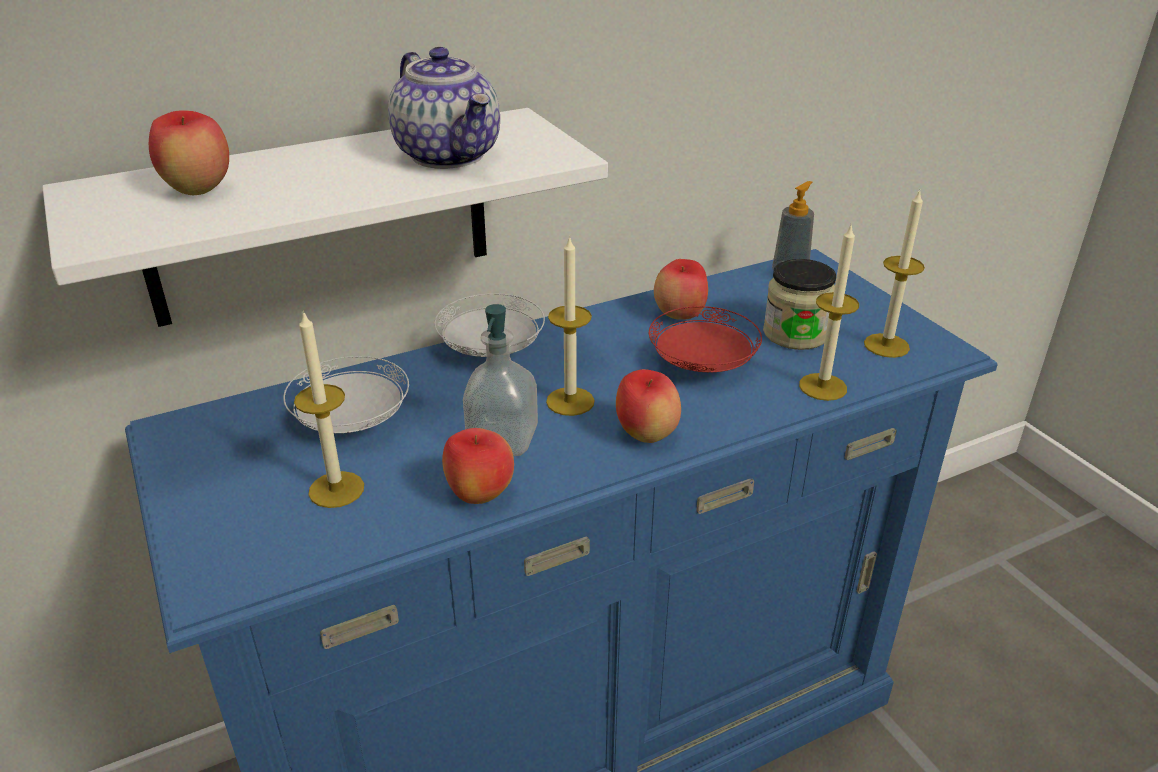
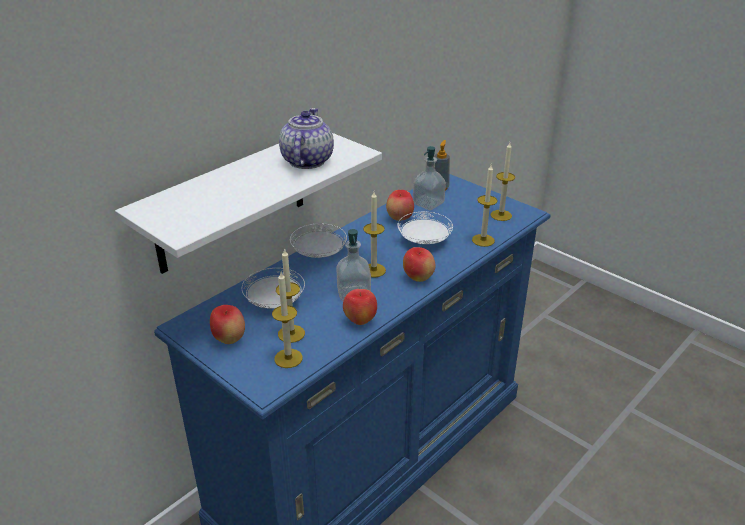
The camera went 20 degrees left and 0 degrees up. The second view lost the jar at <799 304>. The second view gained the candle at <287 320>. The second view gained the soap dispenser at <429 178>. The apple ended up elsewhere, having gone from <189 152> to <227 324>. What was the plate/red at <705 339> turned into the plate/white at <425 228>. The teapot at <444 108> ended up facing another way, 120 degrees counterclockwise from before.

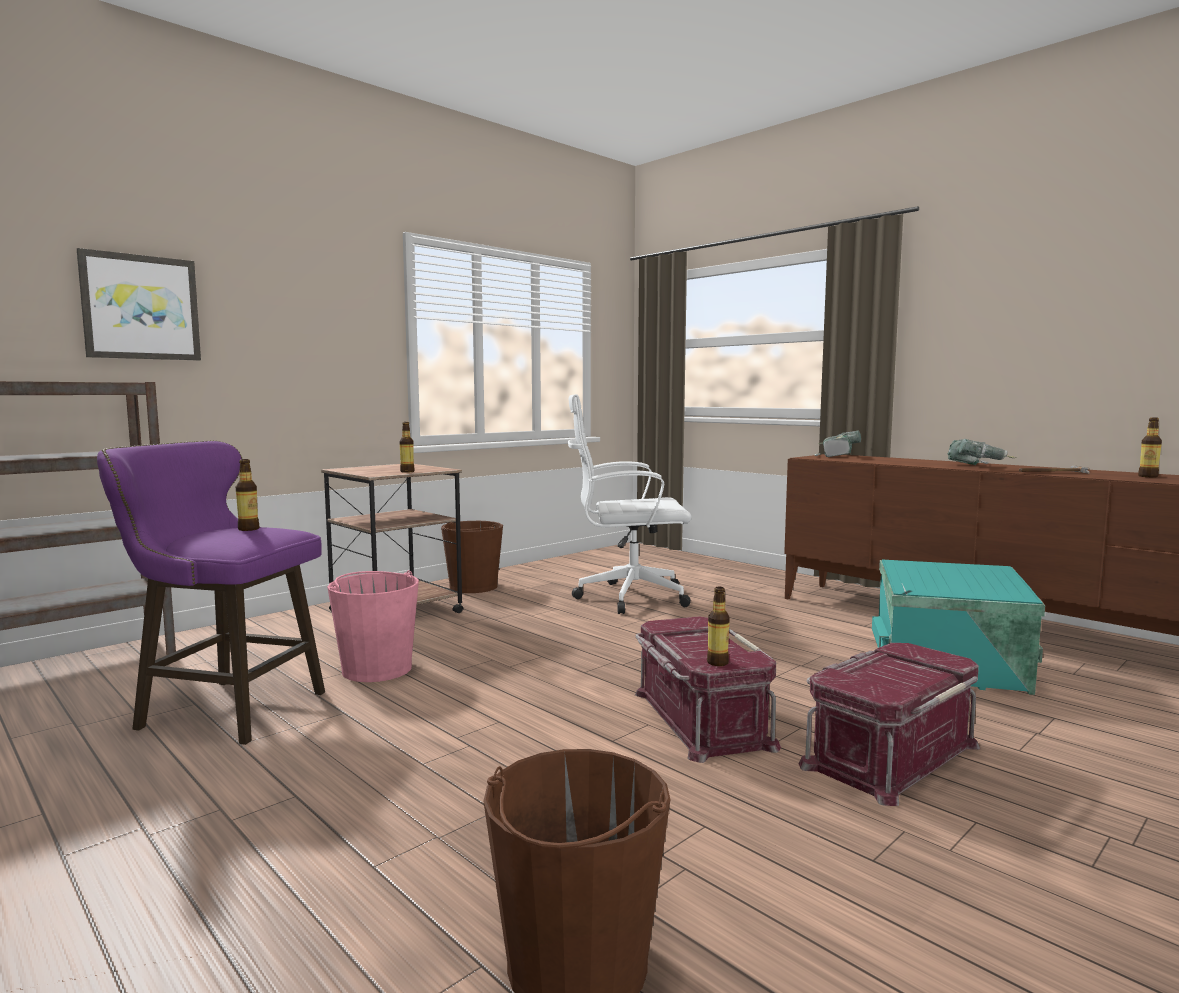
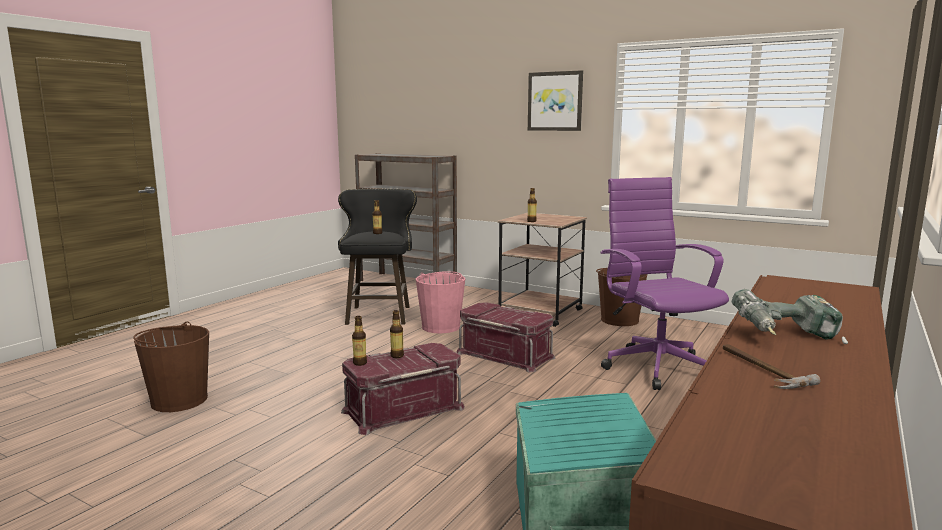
The camera went 75 degrees right and 5 degrees up. The second view lost the power drill at <837 443>. The picture ended up elsewhere, having gone from <139 304> to <555 100>. The storage box/red ended up elsewhere, having gone from <889 724> to <506 337>. The bottle ended up elsewhere, having gone from <1150 447> to <397 334>. What was the stool/purple at <211 593> turned into the stool/black at <377 257>. What was the office chair/white at <630 504> turned into the office chair/purple at <664 283>.

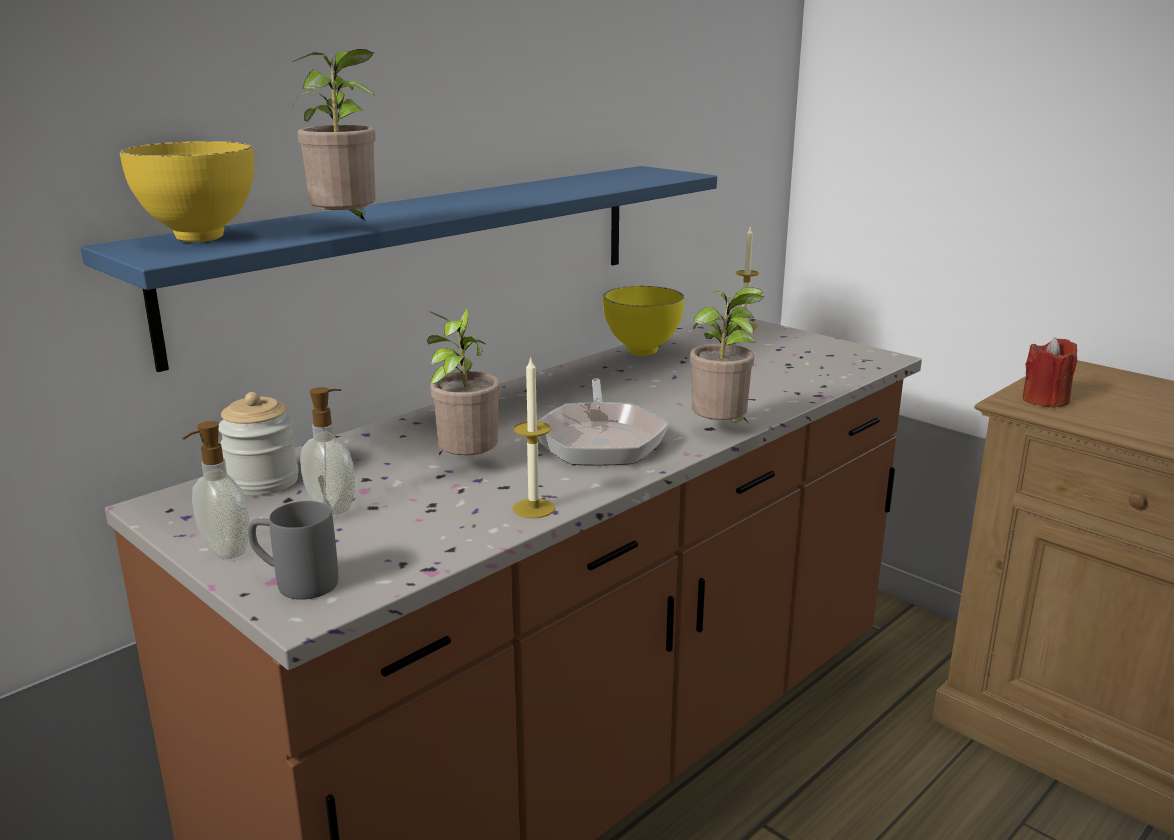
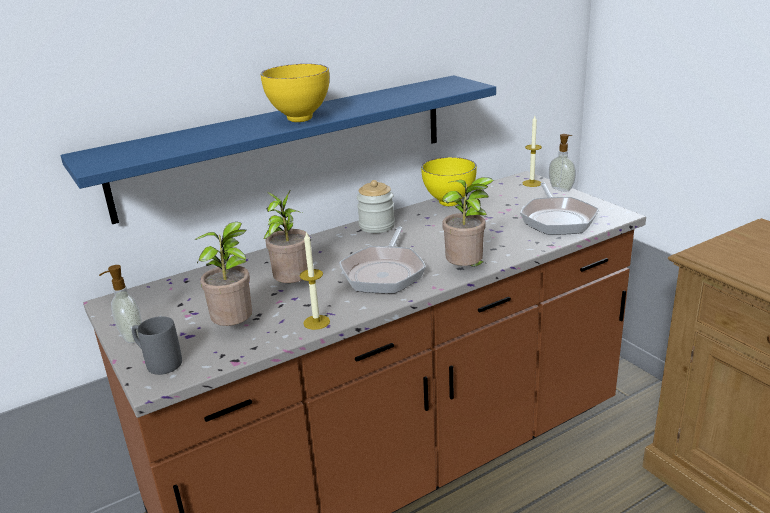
The camera went 15 degrees right and 5 degrees up. The second view lost the candle/red at <1049 372>. The second view gained the frying pan at <559 208>. The bowl/yellow ended up elsewhere, having gone from <187 191> to <295 93>. The jar ended up elsewhere, having gone from <259 444> to <376 206>. The potted plant ended up elsewhere, having gone from <334 135> to <223 274>. The soap dispenser ended up elsewhere, having gone from <327 450> to <562 163>.

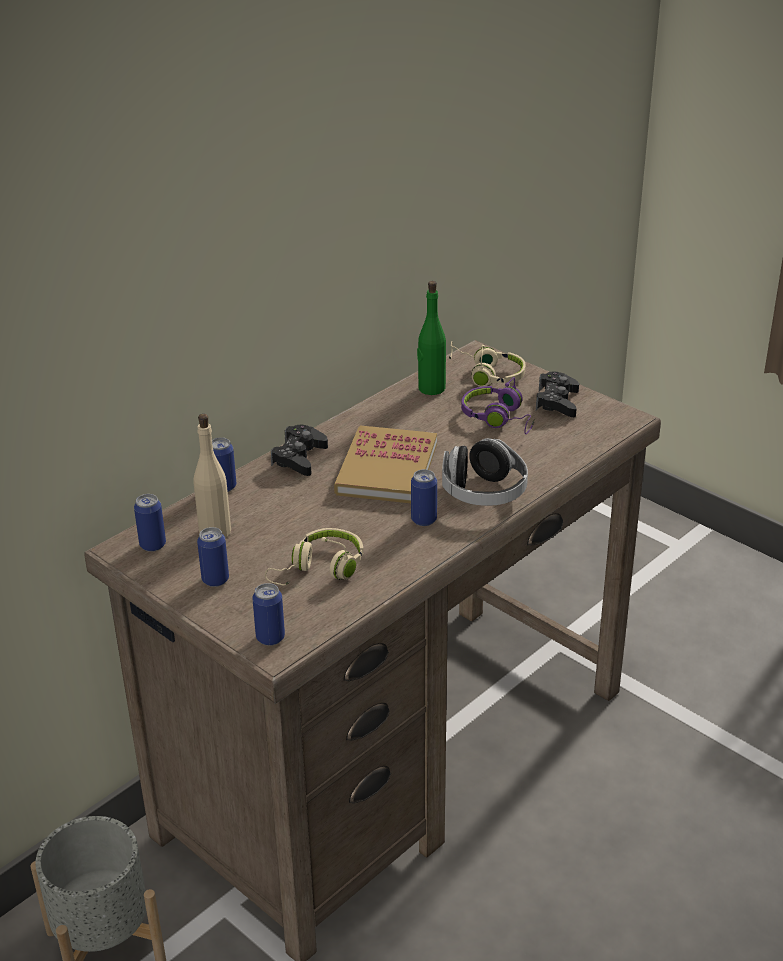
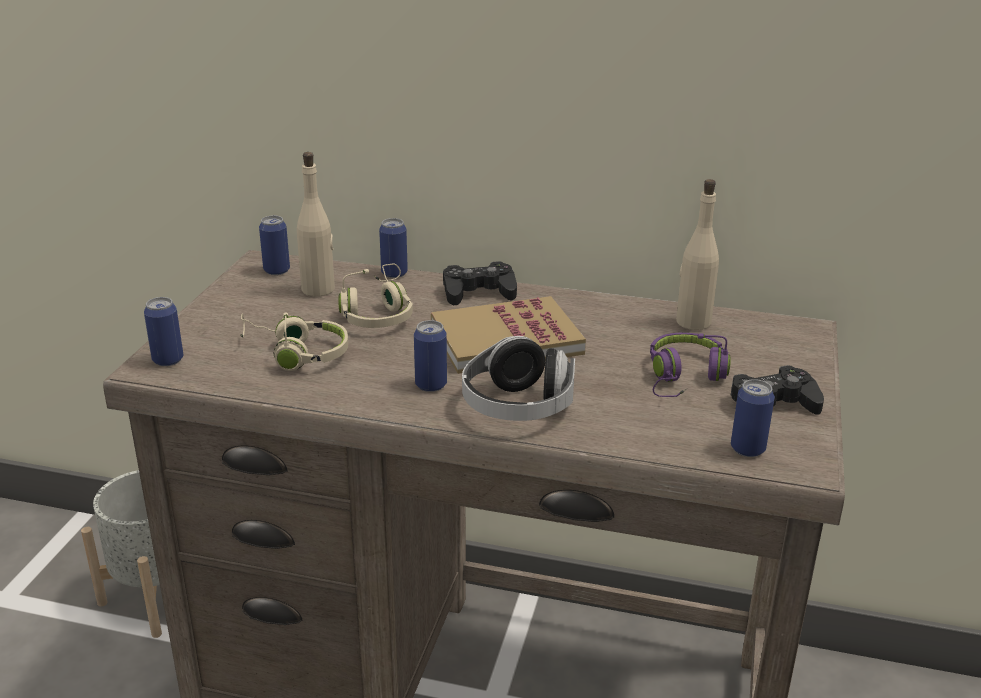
The camera went 60 degrees right and 5 degrees down. The can ended up elsewhere, having gone from <213 557> to <753 418>. The headphones/beige ended up elsewhere, having gone from <487 364> to <375 296>. What was the bottle/green at <431 338> turned into the bottle/beige at <697 254>.

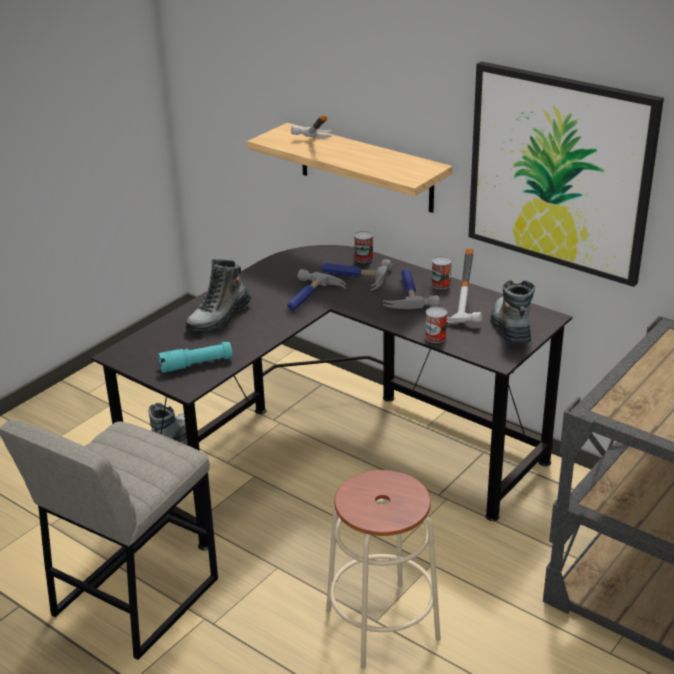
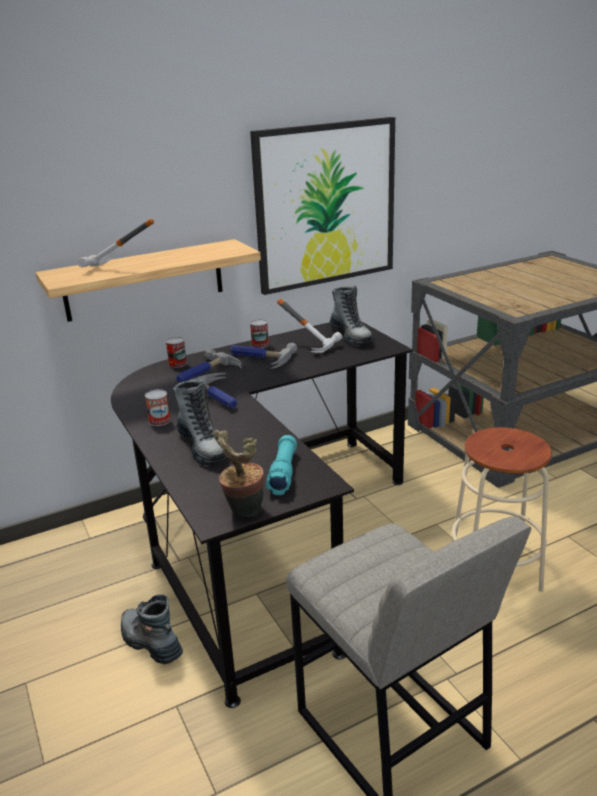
The camera went 65 degrees left and 5 degrees down. The second view gained the potted plant at <238 473>. The can ended up elsewhere, having gone from <436 325> to <158 407>. The boot at <513 312> ended up facing another way, 135 degrees counterclockwise from before.

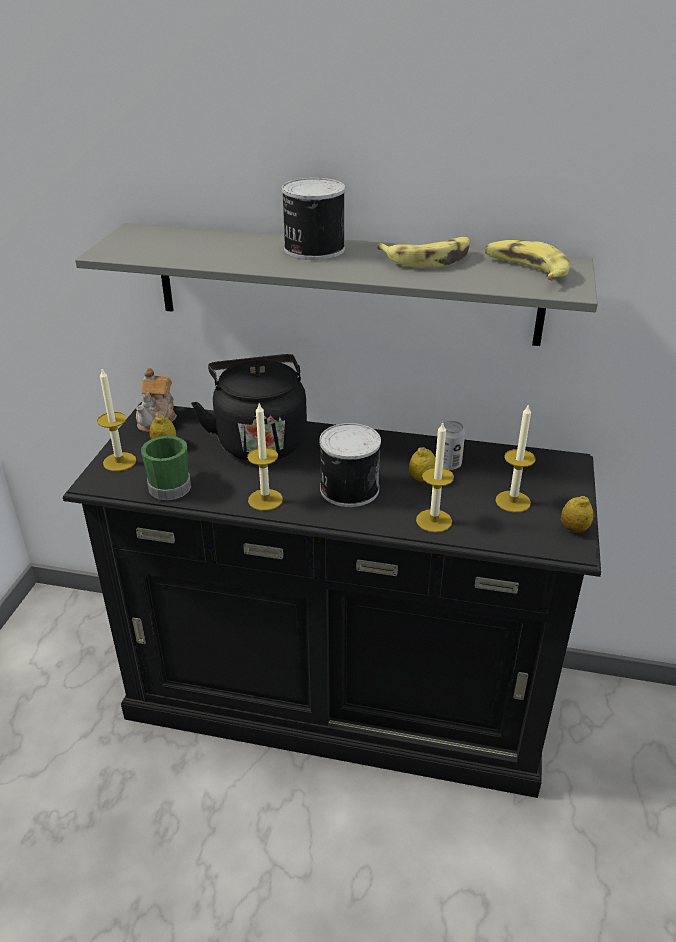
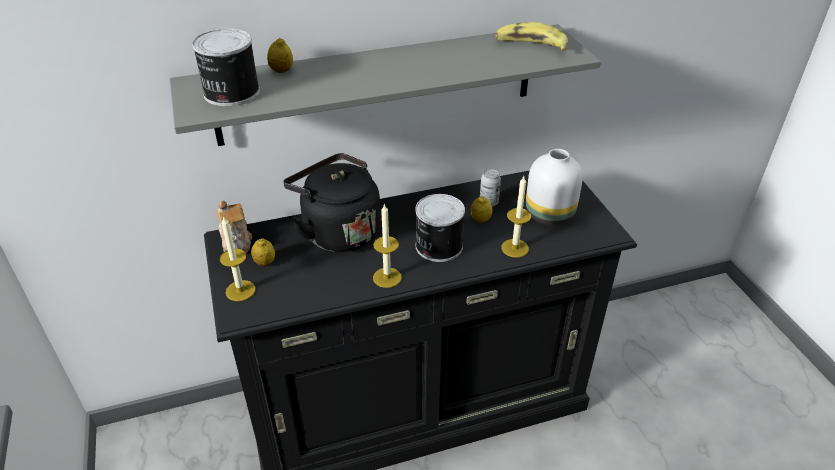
The camera went 30 degrees left and 5 degrees up. The second view lost the mug/green at <166 468>. The second view lost the banana at <423 252>. The can ended up elsewhere, having gone from <313 219> to <226 67>. The lemon ended up elsewhere, having gone from <577 514> to <280 55>. Where the candle stood at <515 457>, the vase/white came to stand at <554 187>.

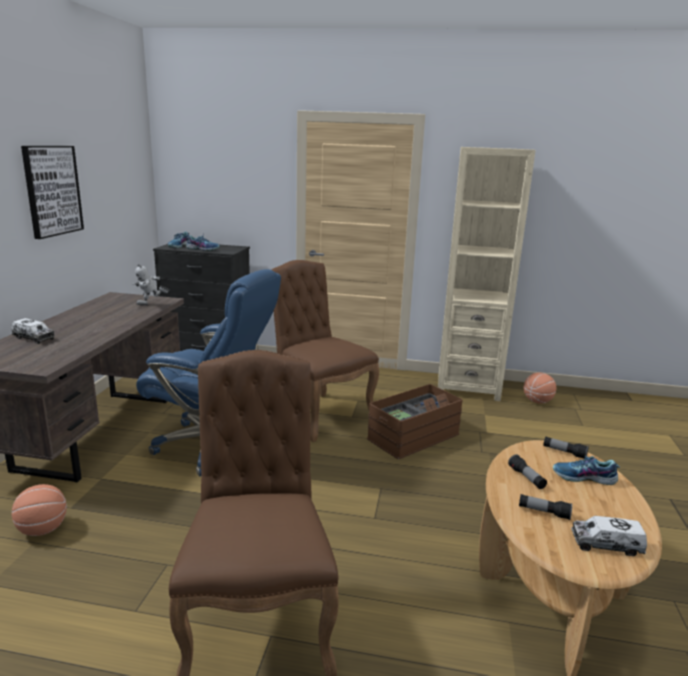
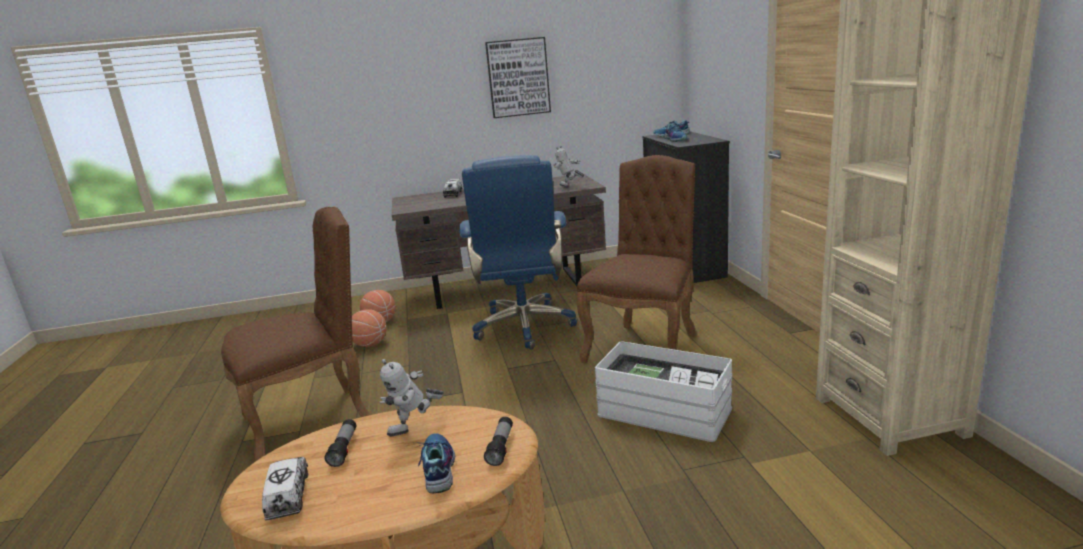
The camera went 70 degrees right and 0 degrees up. The basketball ended up elsewhere, having gone from <539 387> to <369 328>. Where the flashlight stood at <527 471>, the toy robot came to stand at <411 397>. What was the storage box/brown at <414 421> turned into the storage box/white at <663 391>.

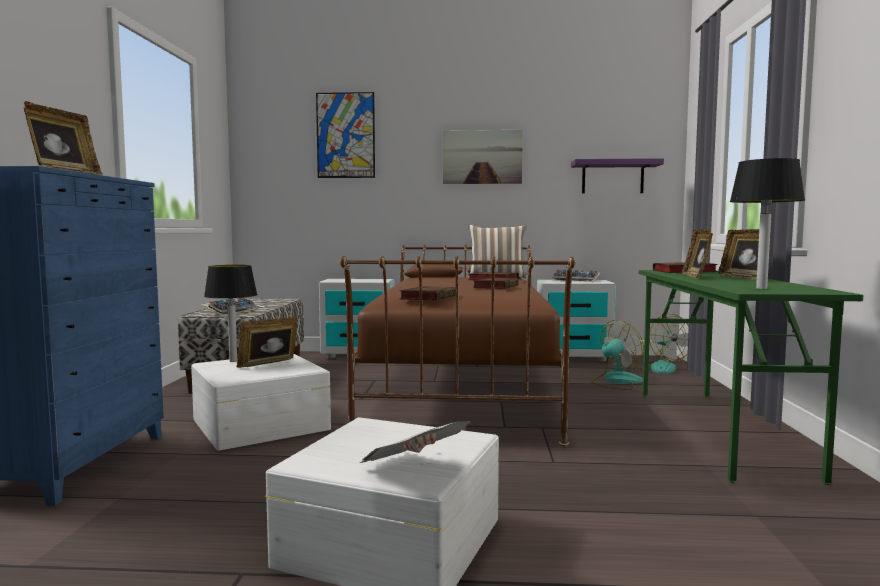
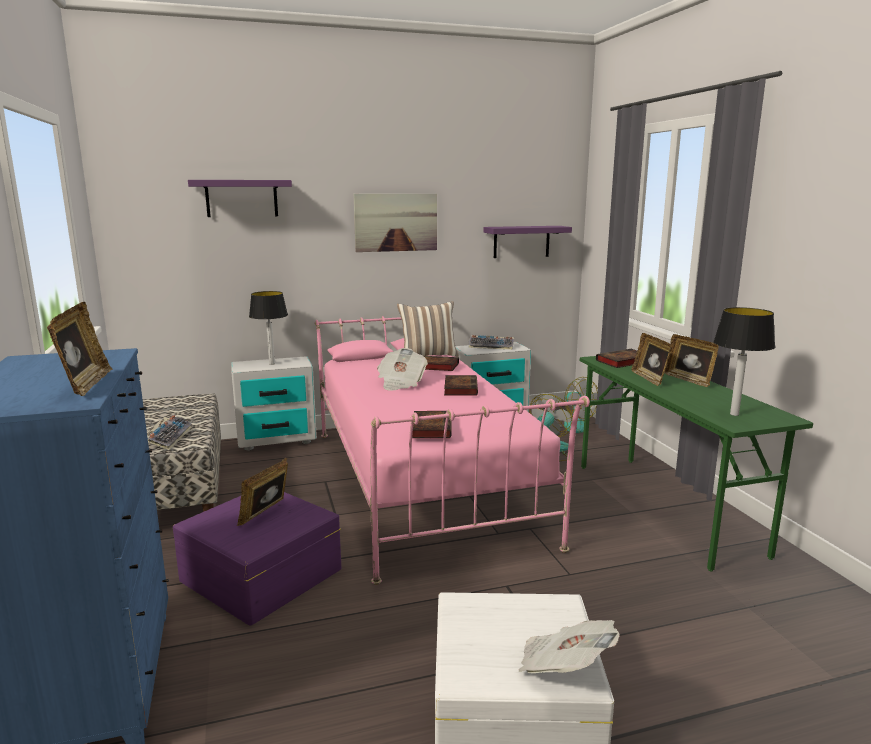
The camera went 20 degrees left and 10 degrees up. The second view gained the newspaper at <402 369>. The table lamp ended up elsewhere, having gone from <230 313> to <268 328>. Where the picture hung at <345 135>, the shelf/purple came to hang at <240 198>. What was the storage box/white at <261 402> turned into the storage box/purple at <257 559>. What was the bed/brown at <458 346> turned into the bed/pink at <452 450>.

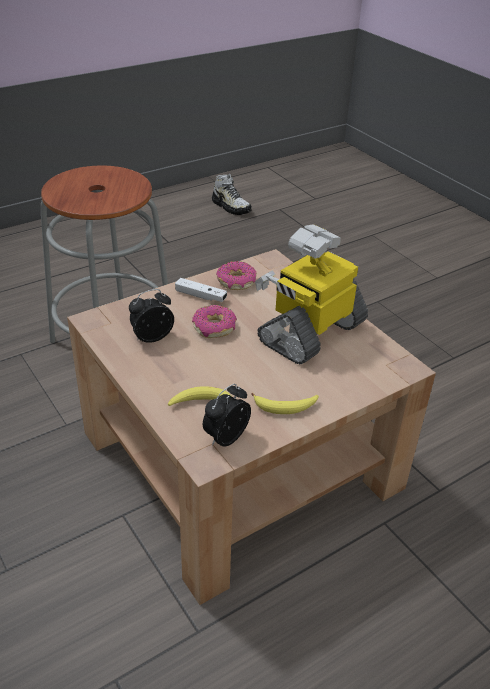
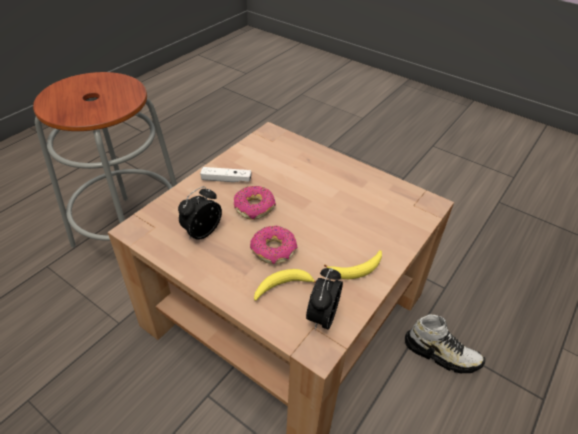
The camera went 20 degrees left and 5 degrees up. The second view lost the toy robot at <311 294>. The shoe ended up elsewhere, having gone from <232 194> to <445 344>. The donut ended up elsewhere, having gone from <236 275> to <273 245>.

